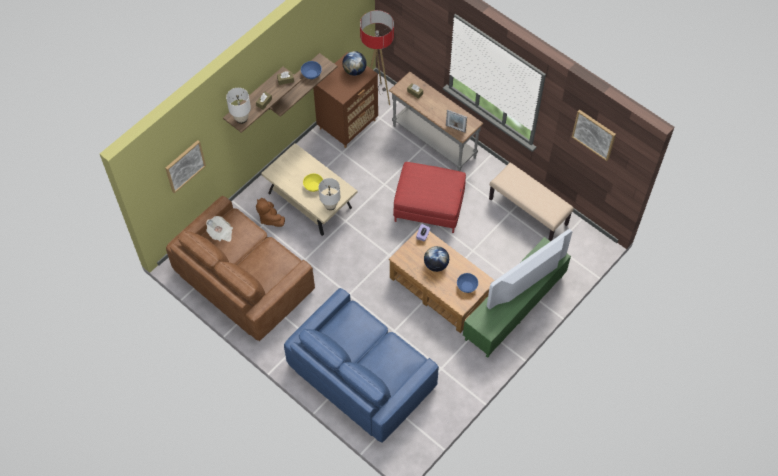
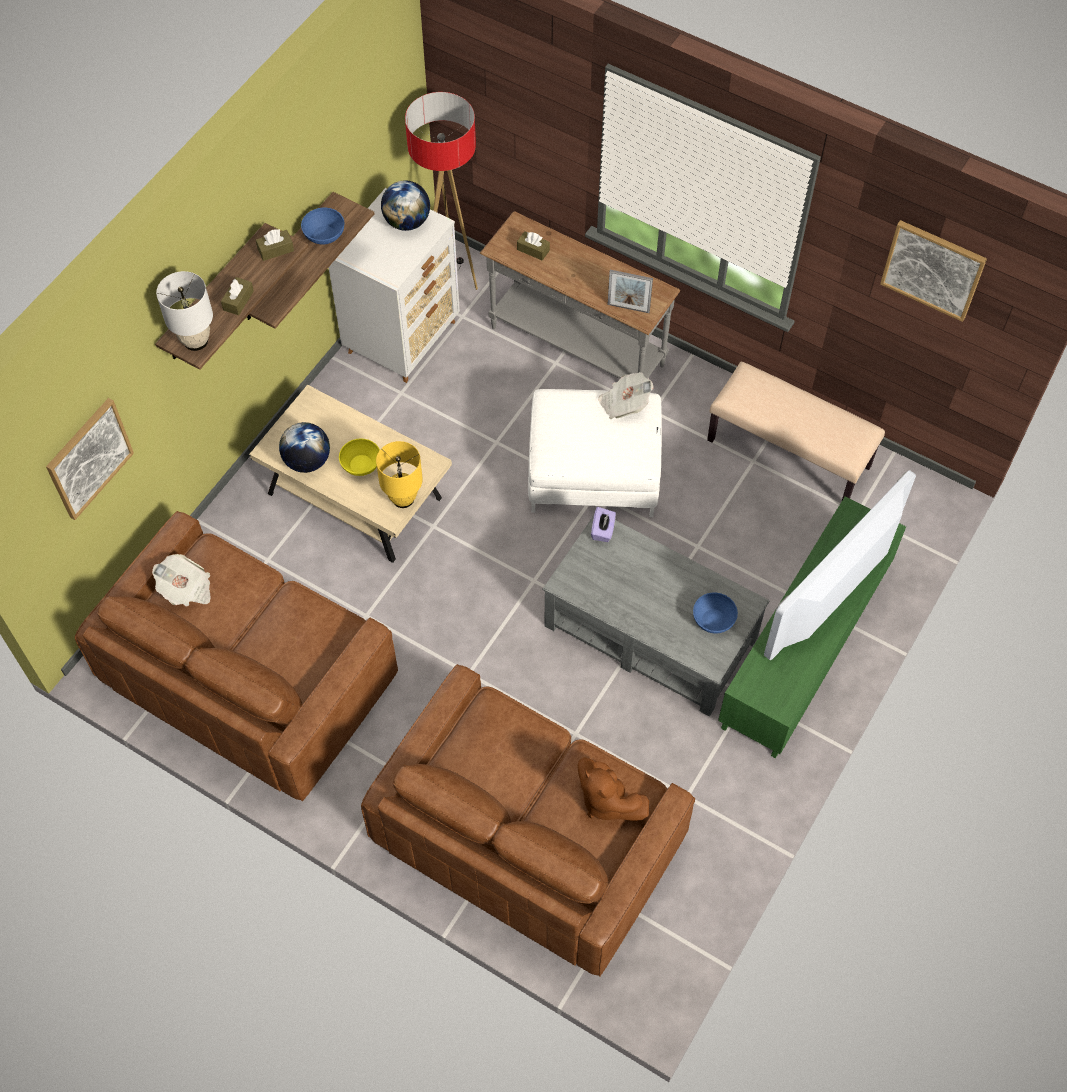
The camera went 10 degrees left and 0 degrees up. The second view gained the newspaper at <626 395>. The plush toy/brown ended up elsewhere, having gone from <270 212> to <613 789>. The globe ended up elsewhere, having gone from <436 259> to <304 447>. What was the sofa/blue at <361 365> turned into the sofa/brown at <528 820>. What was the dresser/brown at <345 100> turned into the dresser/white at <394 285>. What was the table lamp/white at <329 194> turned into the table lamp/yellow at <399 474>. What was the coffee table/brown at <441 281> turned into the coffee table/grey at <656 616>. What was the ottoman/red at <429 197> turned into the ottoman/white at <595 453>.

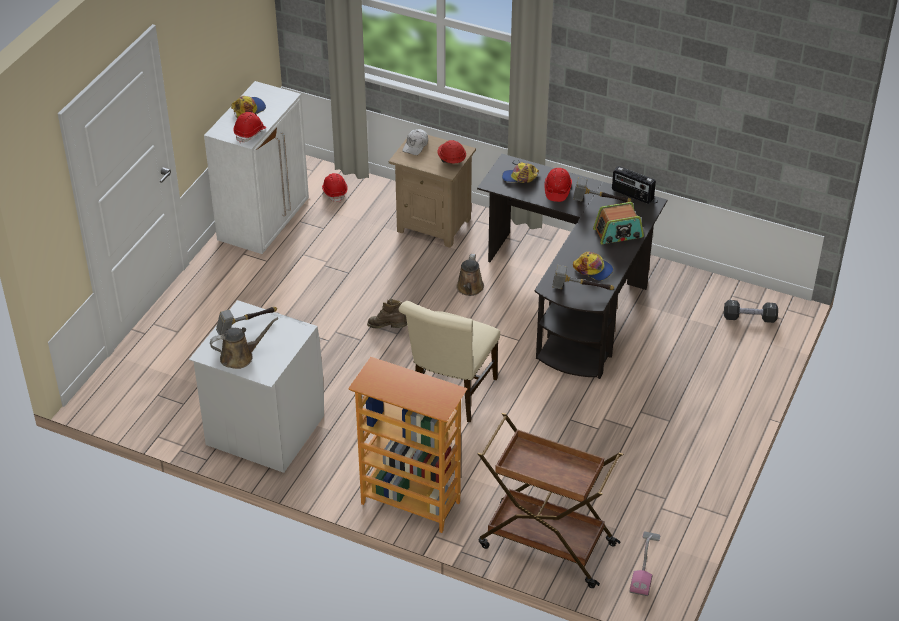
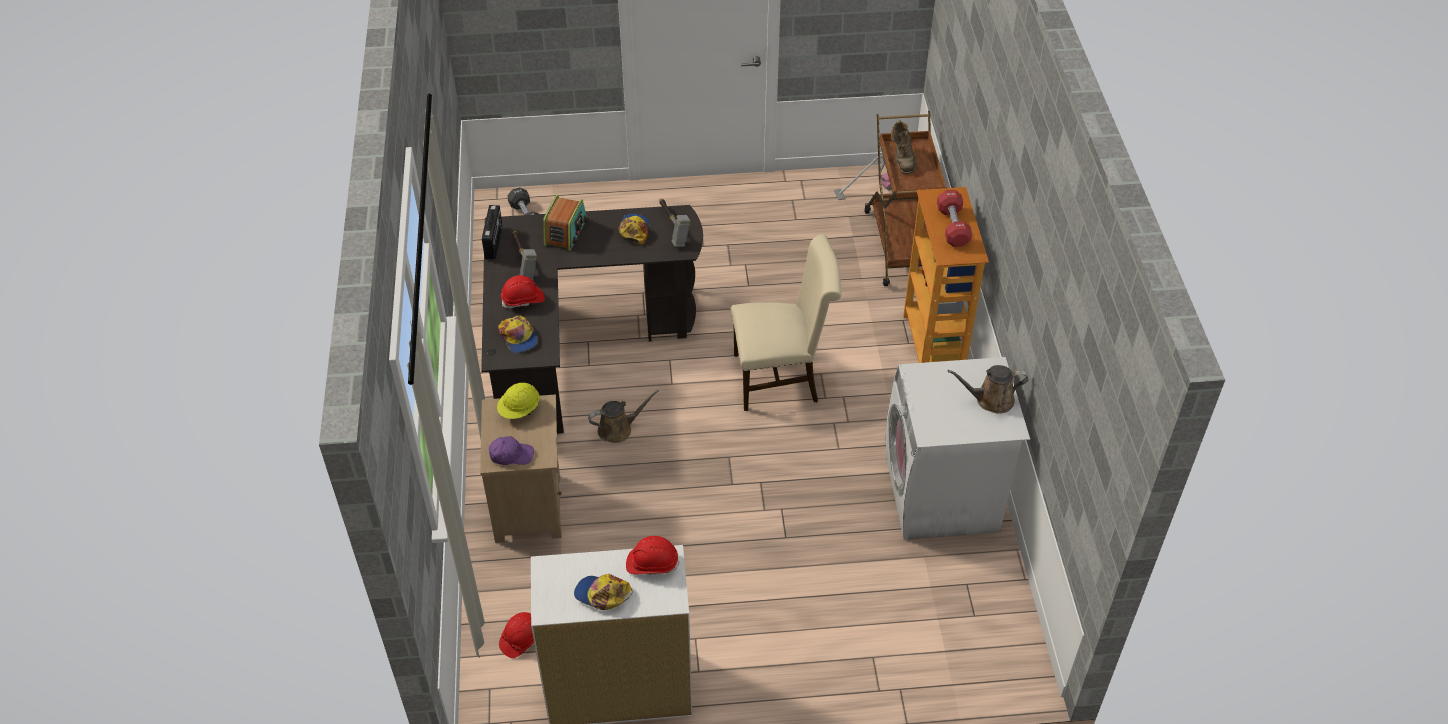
The camera went 120 degrees left and 5 degrees up. The second view lost the hammer at <246 321>. The second view gained the dumbbell/red at <954 218>. The boot/brown ended up elsewhere, having gone from <387 313> to <904 147>. What was the cap/white at <415 142> turned into the cap/purple at <511 450>. What was the hard hat/red at <452 152> turned into the hard hat/yellow at <518 400>. The watering can/brown at <244 343> ended up facing another way, 45 degrees counterclockwise from before. The radio at <618 223> ended up facing another way, 60 degrees clockwise from before.

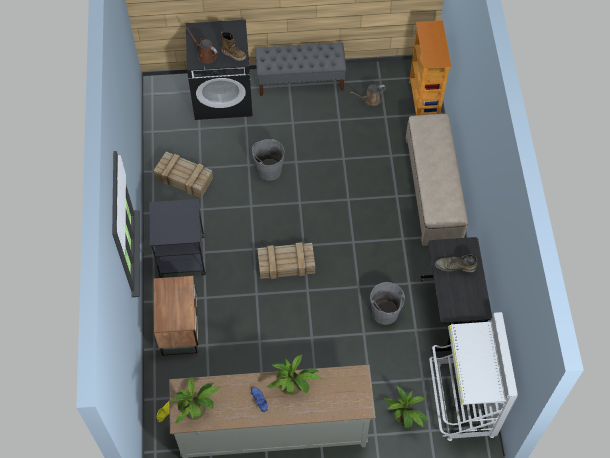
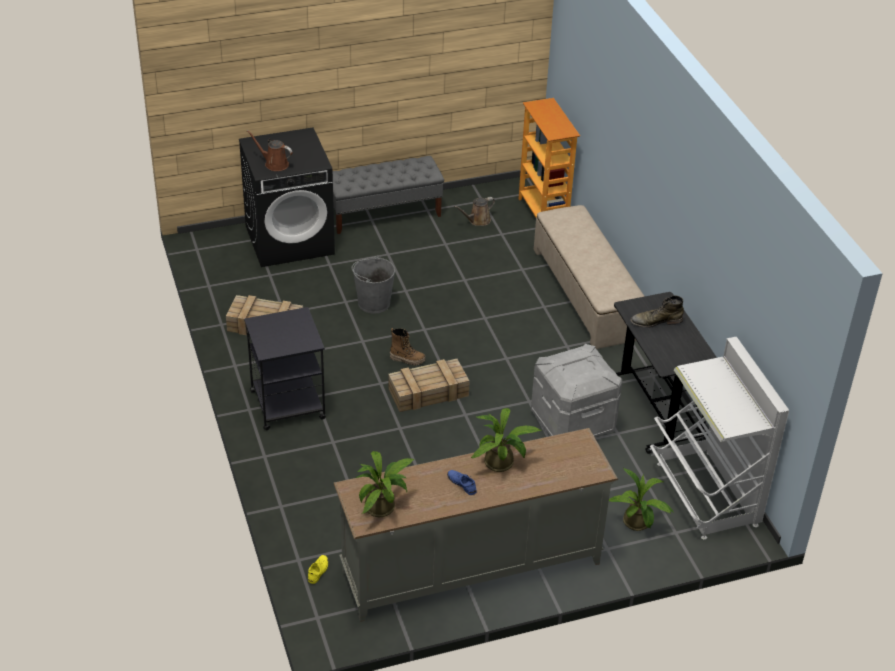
The camera went 15 degrees left and 20 degrees down. The second view lost the nightstand at <176 316>. The boot ended up elsewhere, having gone from <233 46> to <407 346>. Where the bucket/grey stood at <387 303>, the storage box/grey came to stand at <576 390>.

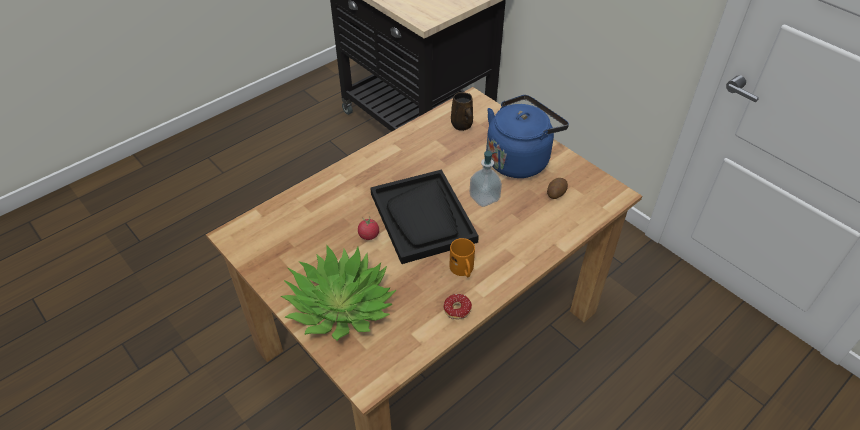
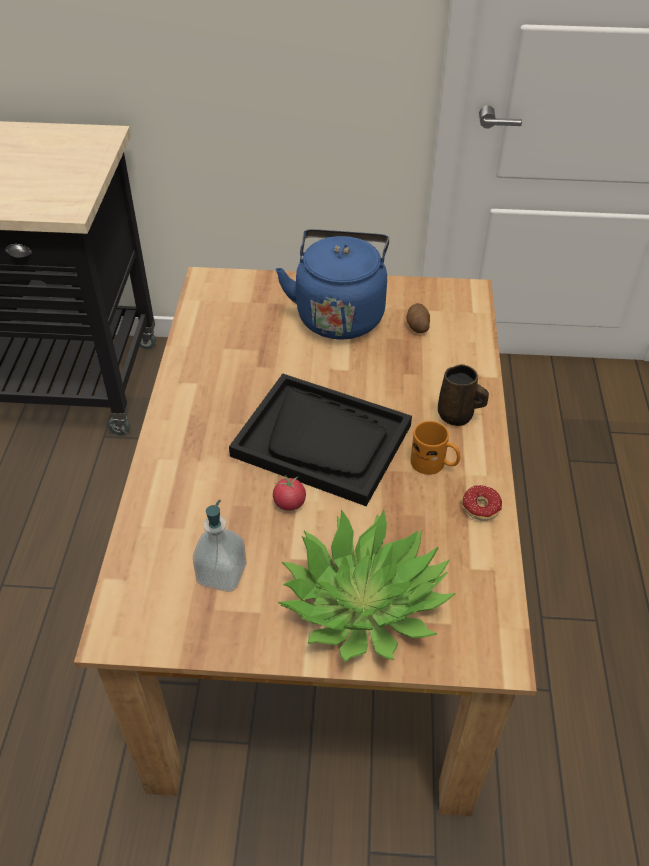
The camera went 45 degrees left and 0 degrees up. The mug/brown ended up elsewhere, having gone from <462 111> to <463 395>. The soap dispenser ended up elsewhere, having gone from <486 179> to <220 546>.

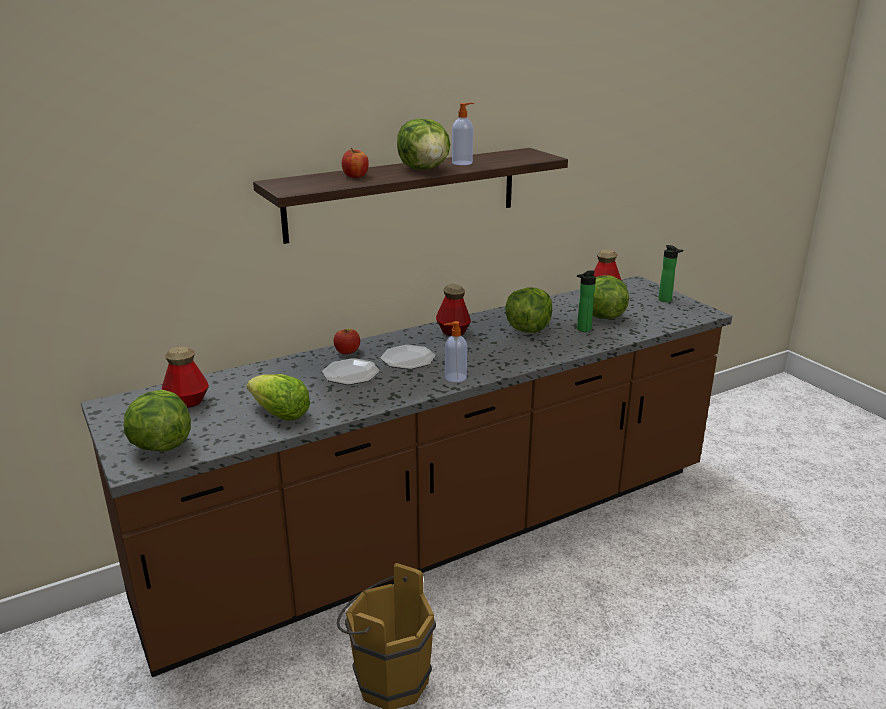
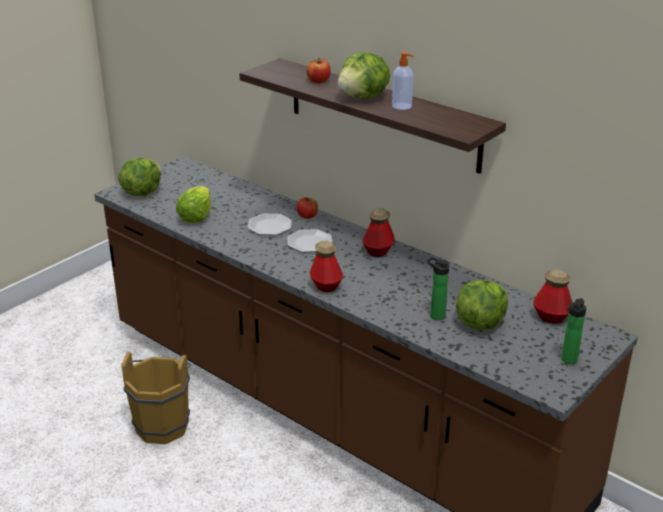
The camera went 70 degrees right and 5 degrees up. The second view lost the soap dispenser at <455 351>. The second view lost the lettuce at <528 310>. The bottle ended up elsewhere, having gone from <185 377> to <326 266>.

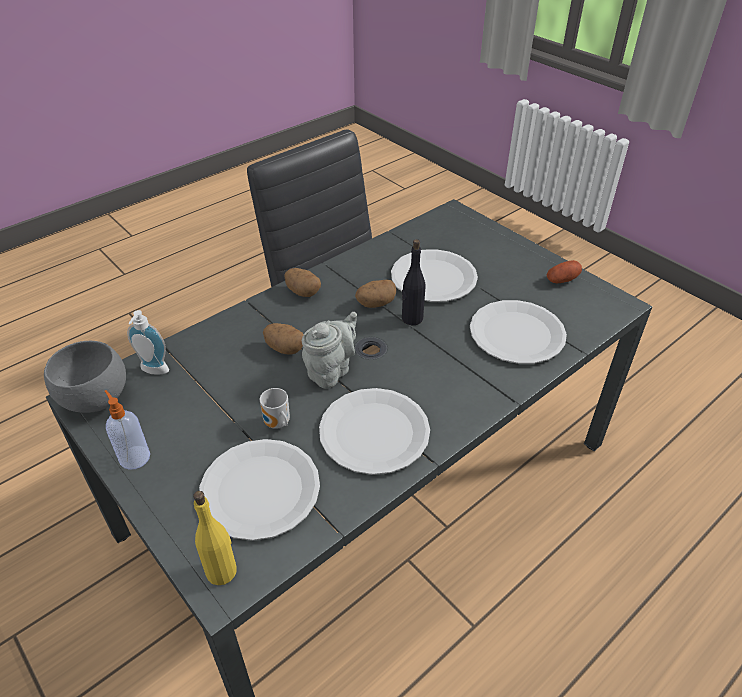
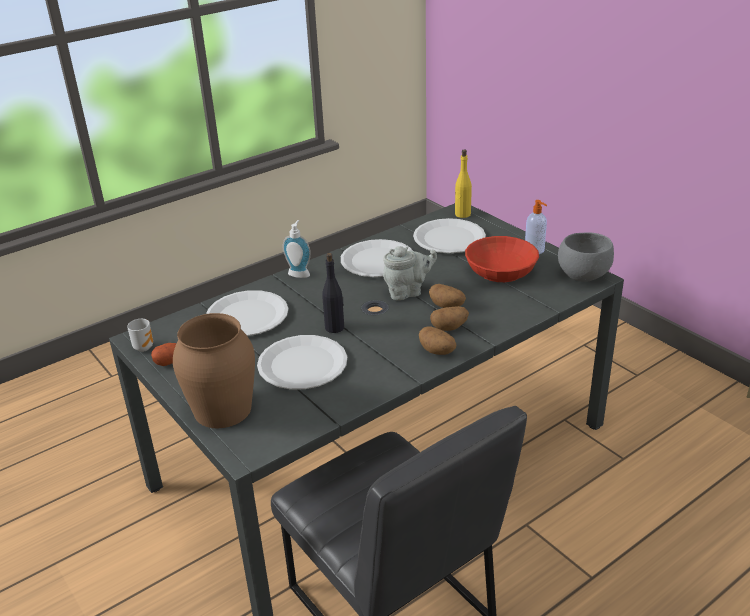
The camera went 175 degrees left and 10 degrees down. The second view gained the vase/brown at <214 370>. The second view gained the bowl/red at <502 259>. The soap dispenser ended up elsewhere, having gone from <148 342> to <297 249>. The mug ended up elsewhere, having gone from <275 408> to <140 335>. The potato ended up elsewhere, having gone from <375 294> to <449 318>. The teapot/grey at <329 350> ended up facing another way, 150 degrees counterclockwise from before.

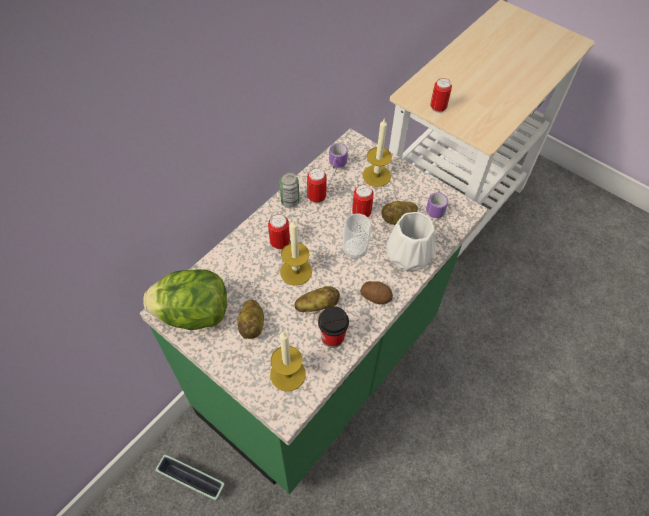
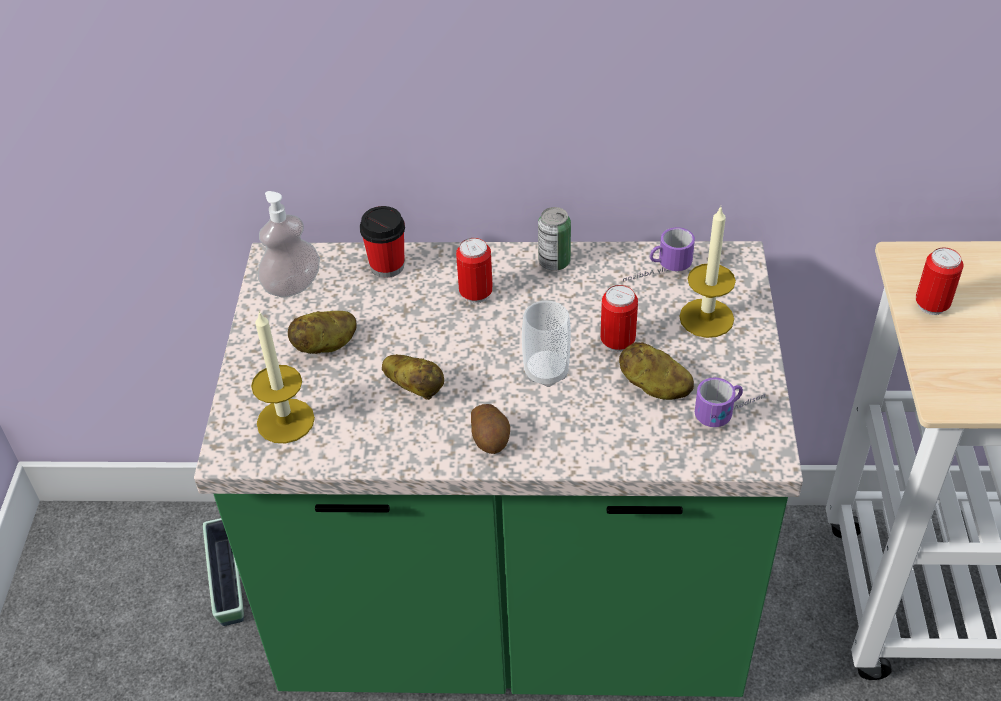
The camera went 55 degrees right and 10 degrees down. The second view lost the candle at <296 252>. The second view lost the can at <317 185>. The second view lost the vase/white at <410 241>. The cup ended up elsewhere, having gone from <333 327> to <382 242>. Where the lettuce stood at <185 299>, the soap dispenser came to stand at <289 244>.

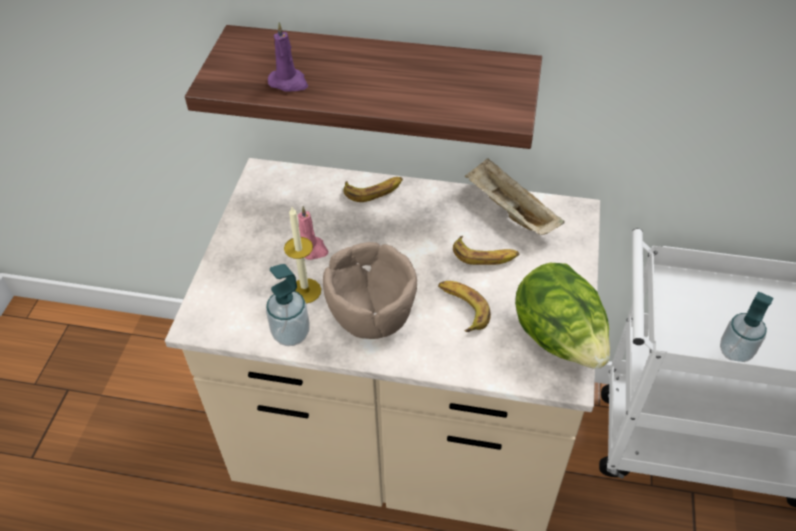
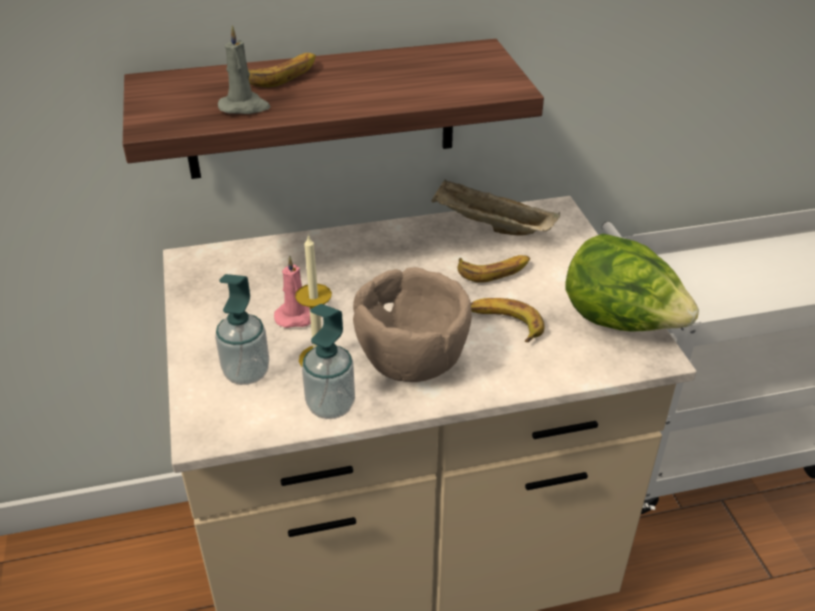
The camera went 25 degrees left and 10 degrees down. The banana ended up elsewhere, having gone from <373 189> to <282 70>. The soap dispenser ended up elsewhere, having gone from <746 326> to <242 329>. What was the candle/purple at <288 57> turned into the candle/grey at <244 69>.

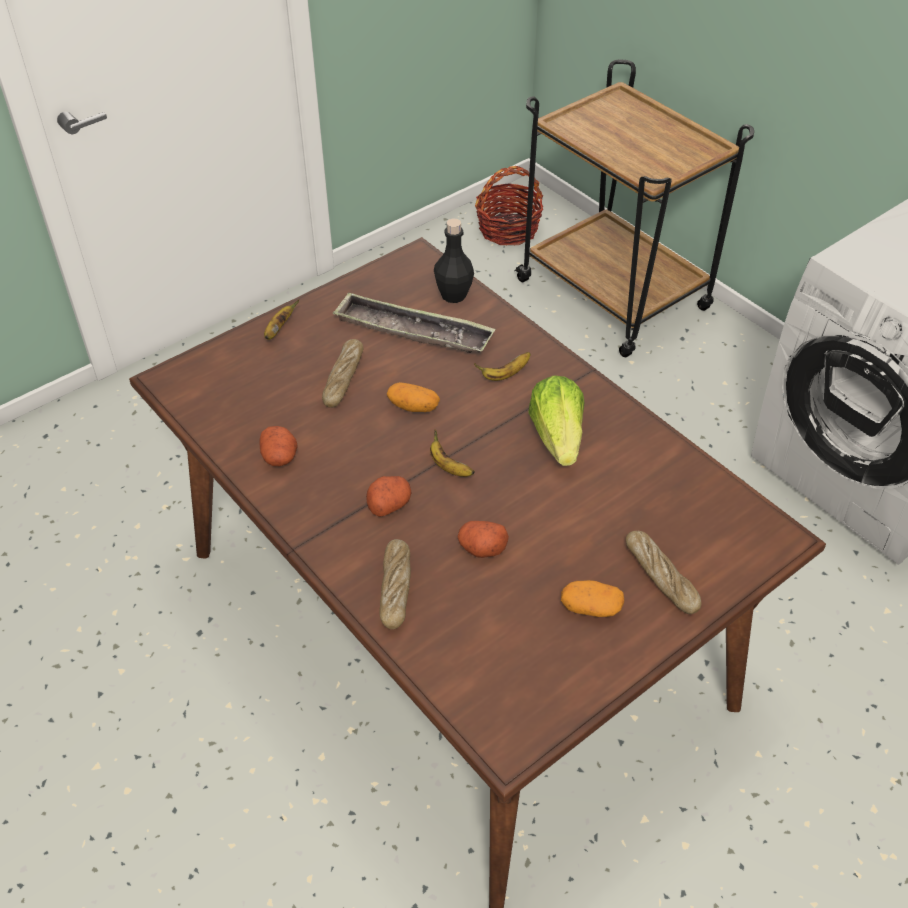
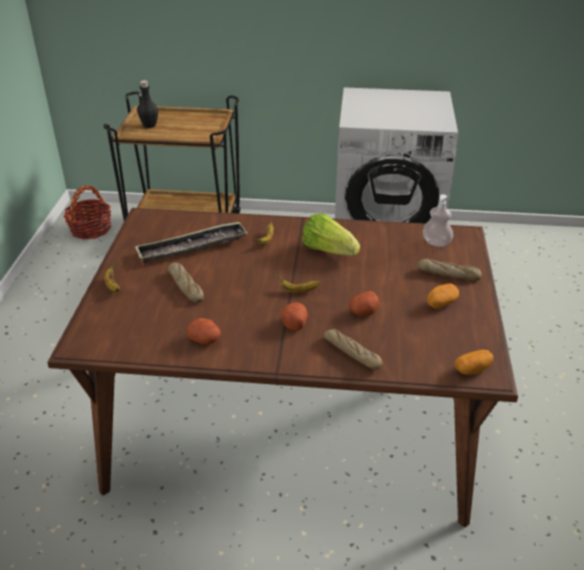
The camera went 45 degrees left and 10 degrees down. The second view gained the soap dispenser at <438 220>. The potato ended up elsewhere, having gone from <413 397> to <473 362>. The bottle/black ended up elsewhere, having gone from <454 260> to <147 104>.

